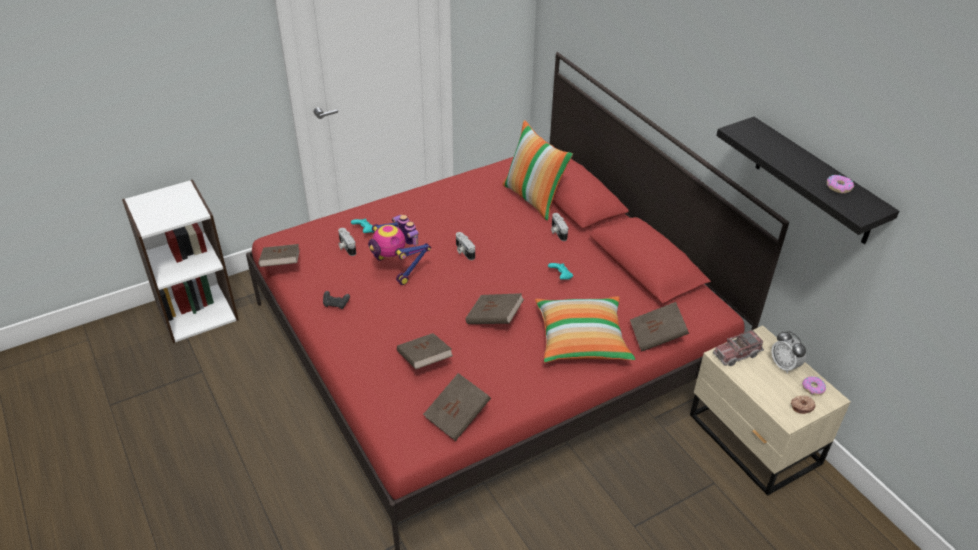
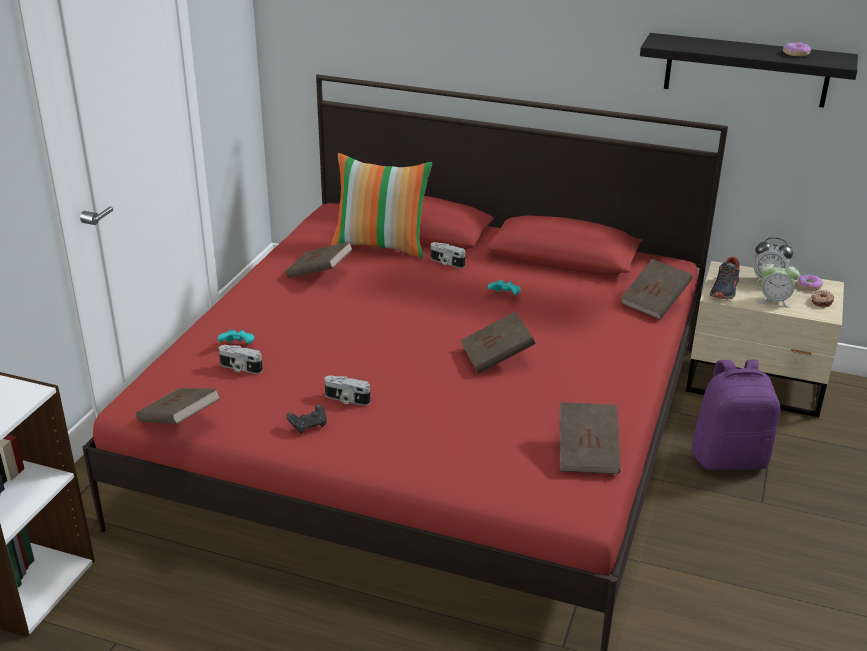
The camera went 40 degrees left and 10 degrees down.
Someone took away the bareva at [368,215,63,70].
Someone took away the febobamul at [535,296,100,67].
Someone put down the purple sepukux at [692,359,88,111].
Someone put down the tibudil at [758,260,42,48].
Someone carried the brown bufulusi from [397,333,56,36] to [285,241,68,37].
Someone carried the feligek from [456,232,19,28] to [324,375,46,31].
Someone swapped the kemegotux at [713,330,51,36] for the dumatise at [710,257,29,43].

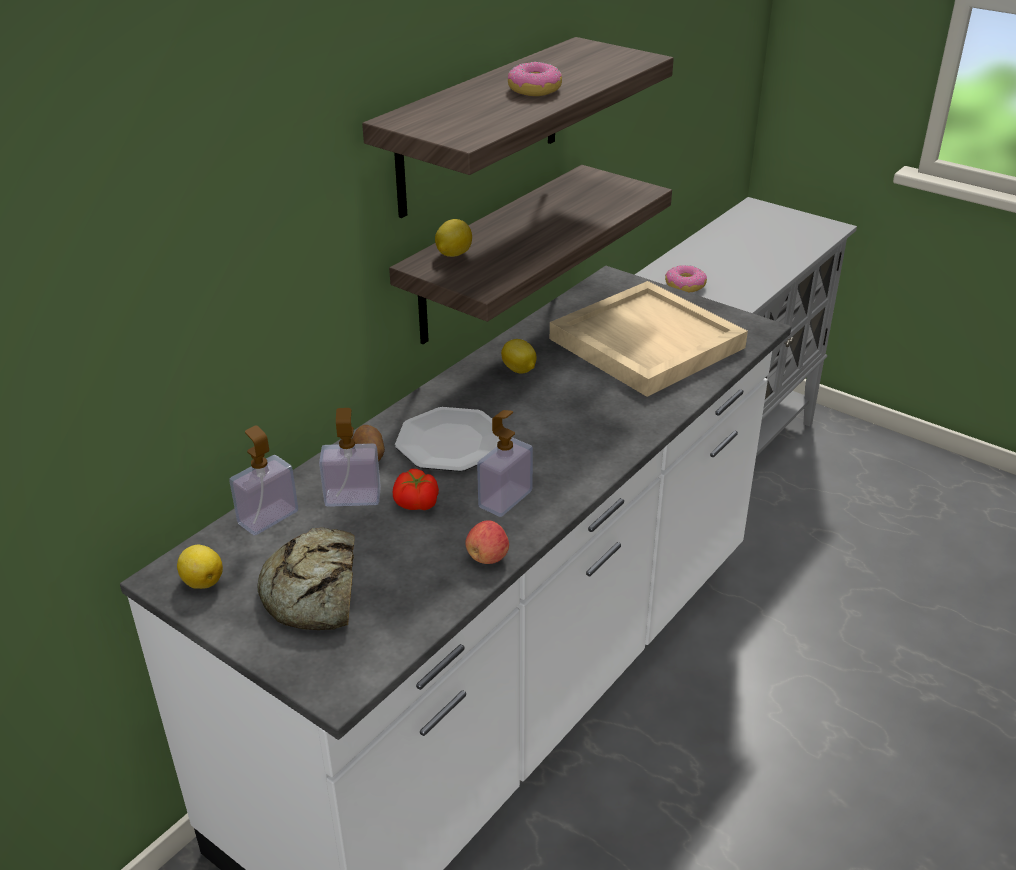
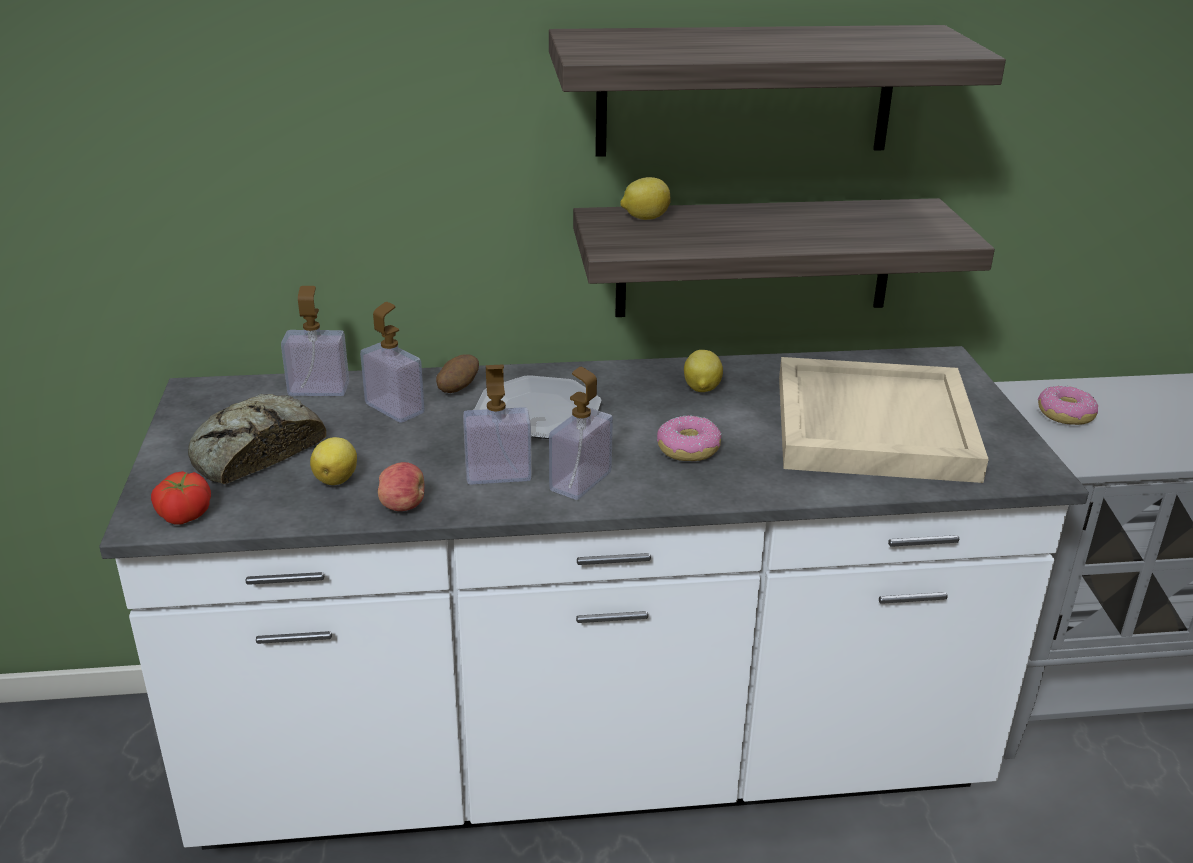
The camera went 45 degrees right and 5 degrees down.
Someone put down the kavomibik at [549,367,64,133].
Someone carried the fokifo from [177,545,46,44] to [310,437,47,48].
Someone carried the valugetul from [393,469,46,41] to [151,471,60,54].
Someone carried the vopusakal from [508,61,54,35] to [657,415,64,46].

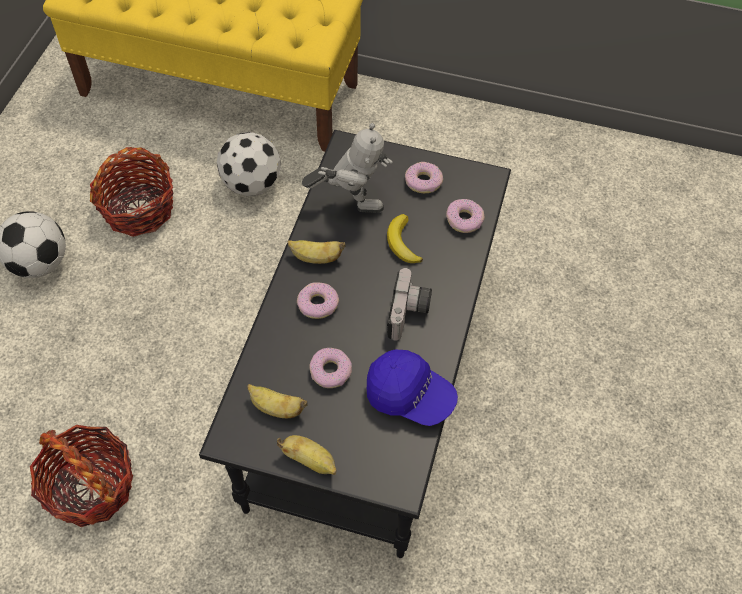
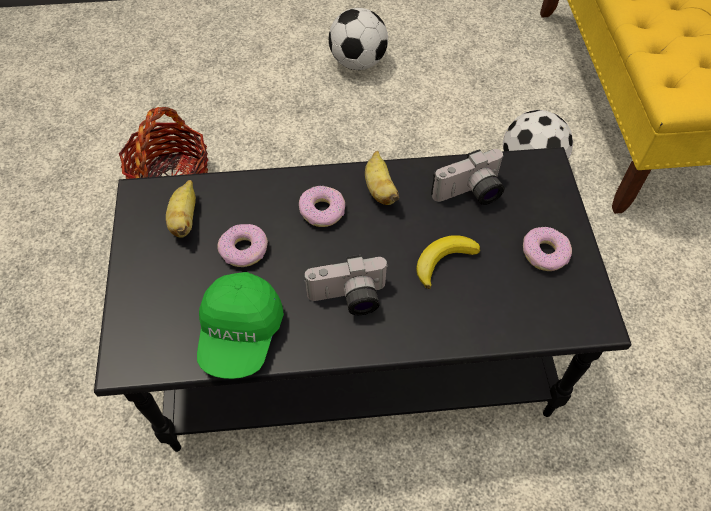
The camera went 70 degrees right and 0 degrees up.
Someone took away the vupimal at [90,147,84,90].
Someone took away the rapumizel at [277,435,60,40].
Someone took away the vopusakal at [446,199,39,34].
Someone swapped the bareva at [302,123,91,90] for the feligek at [431,149,73,56].
Someone repainted the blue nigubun at [367,349,91,77], which became the green nigubun at [197,272,87,107].

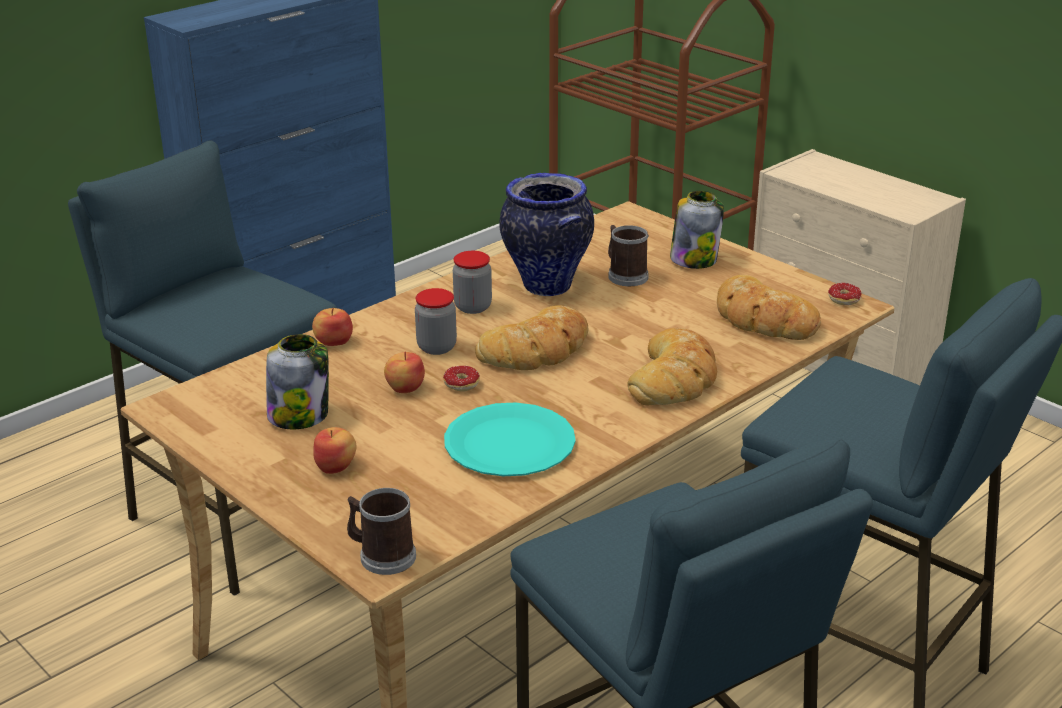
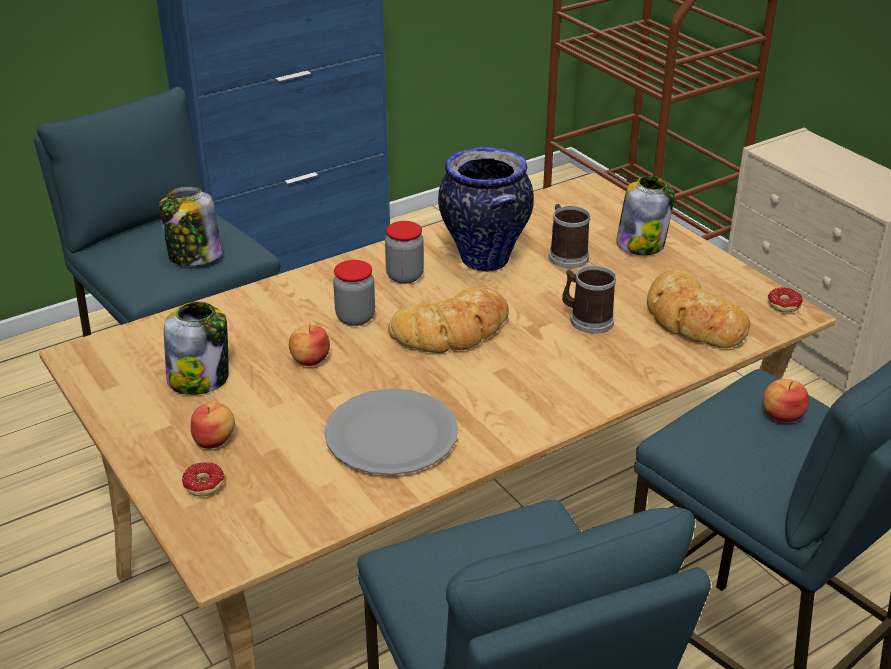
The camera went 10 degrees right and 5 degrees up.
Someone took away the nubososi at [628,328,89,78].
Someone put down the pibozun at [159,186,63,80].
Someone carried the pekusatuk from [312,308,41,38] to [763,379,46,43].
Someone carried the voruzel from [347,488,69,87] to [562,266,54,68].
Someone carried the vopusakal from [443,366,37,26] to [170,462,54,34].
Someone repainted the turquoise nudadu at [444,402,132,74], which became the grey nudadu at [324,388,134,87].

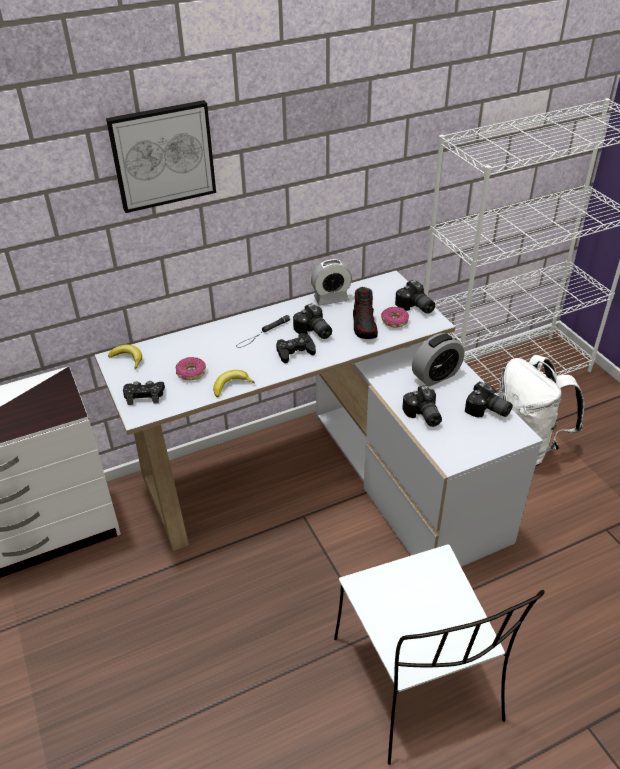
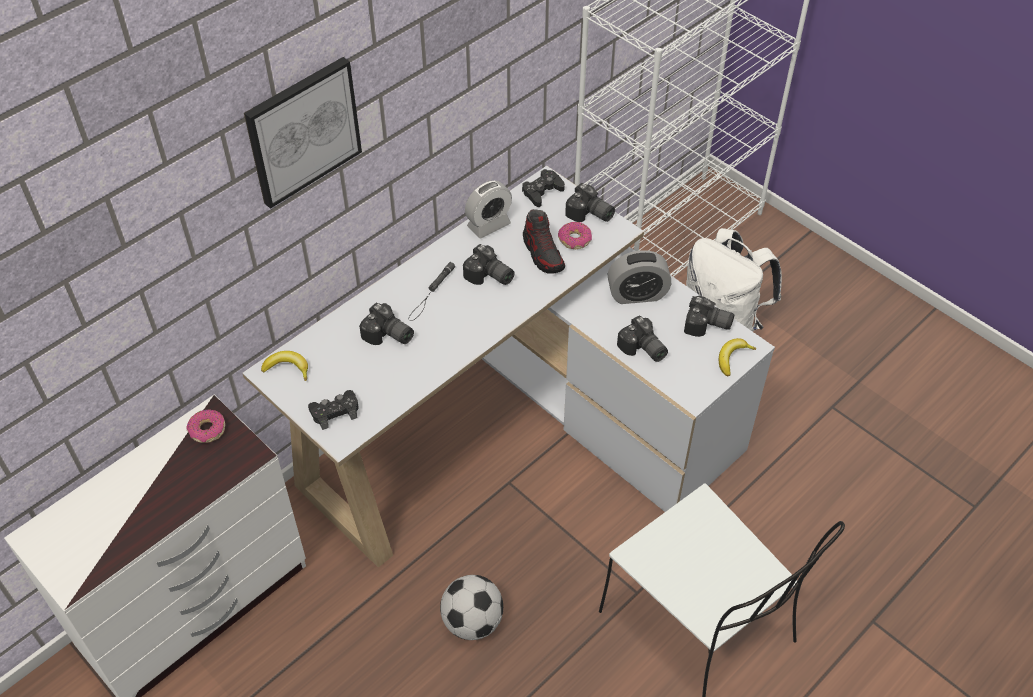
The camera went 20 degrees left and 10 degrees up.
Someone put down the feligek at [359,302,55,43].
Someone put down the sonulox at [440,575,63,65].
Someone carried the vopusakal from [176,357,30,23] to [186,409,39,34].
Someone carried the rapumizel from [213,370,42,27] to [719,338,37,38].
Someone carried the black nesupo from [276,333,40,30] to [522,169,43,38].
Someone rotated the tibudil at [412,333,52,54] by 45 degrees clockwise.

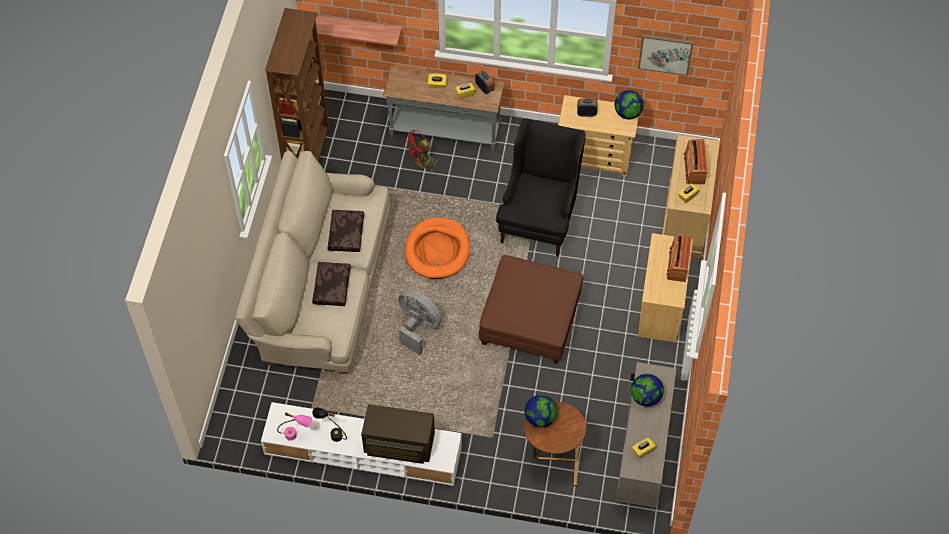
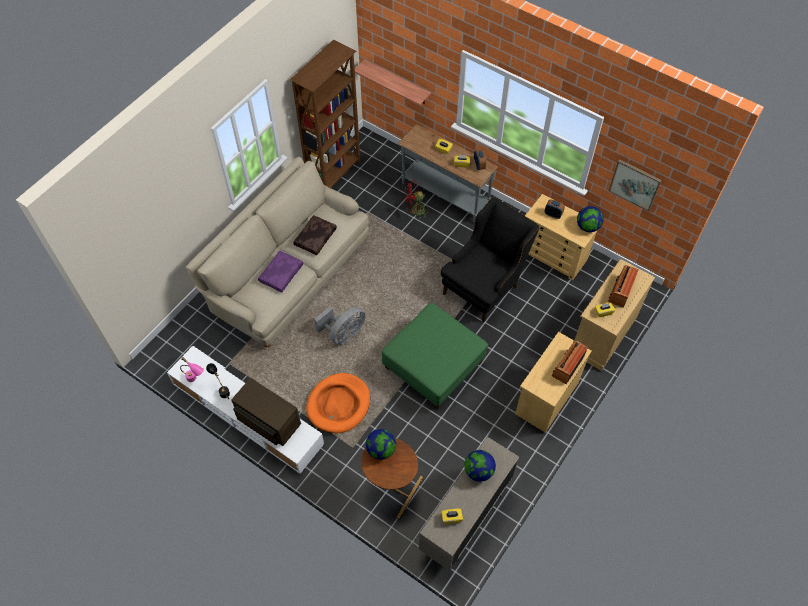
The camera went 25 degrees right and 0 degrees up.
Someone carried the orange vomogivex from [405,217,65,62] to [306,373,64,60].
Someone repainted the brown febobamul at [312,262,39,44], which became the purple febobamul at [258,251,45,42].
Someone repainted the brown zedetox at [479,255,104,109], which became the green zedetox at [382,303,106,106].
Someone rotated the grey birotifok at [398,289,44,66] by 75 degrees clockwise.

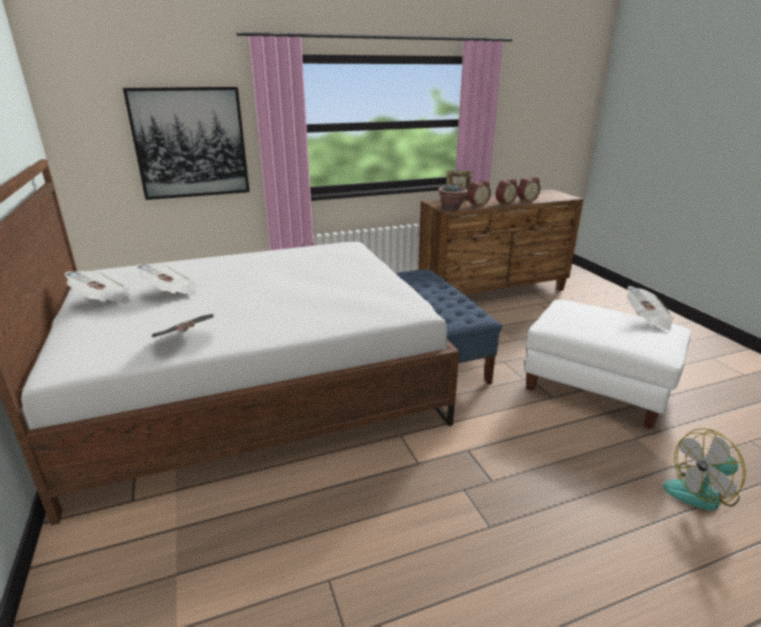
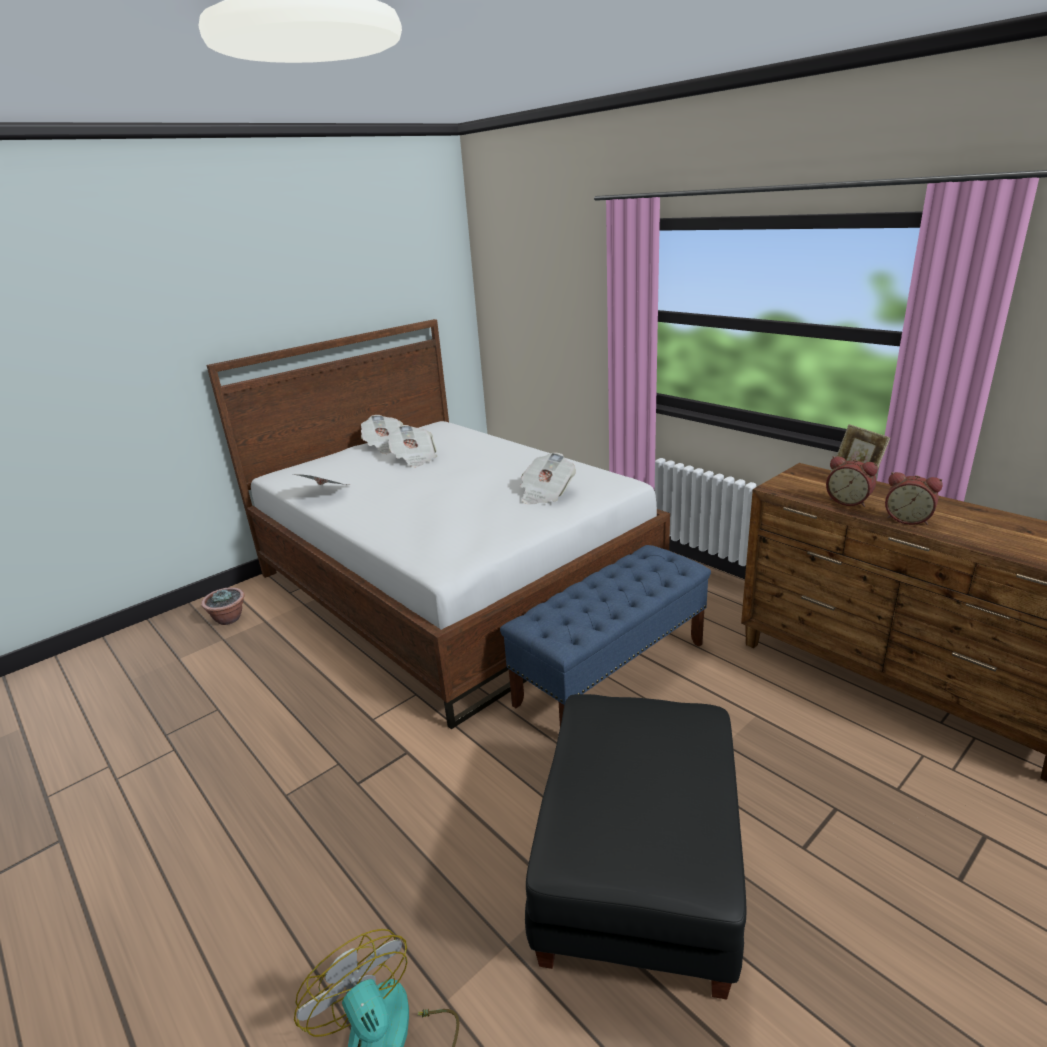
The camera went 70 degrees right and 0 degrees up.
Someone took away the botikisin at [123,87,127,113].
Someone took away the tibudil at [518,177,22,25].
Someone carried the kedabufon from [438,183,30,26] to [201,587,44,38].
Someone carried the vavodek from [627,286,47,45] to [520,452,56,52].
Someone repainted the white zedetox at [524,300,167,129], which became the black zedetox at [525,694,222,306].

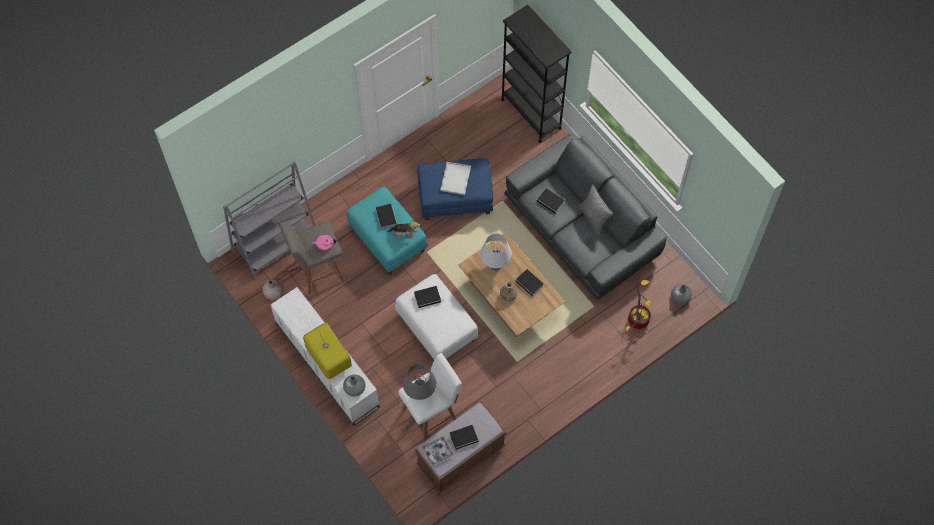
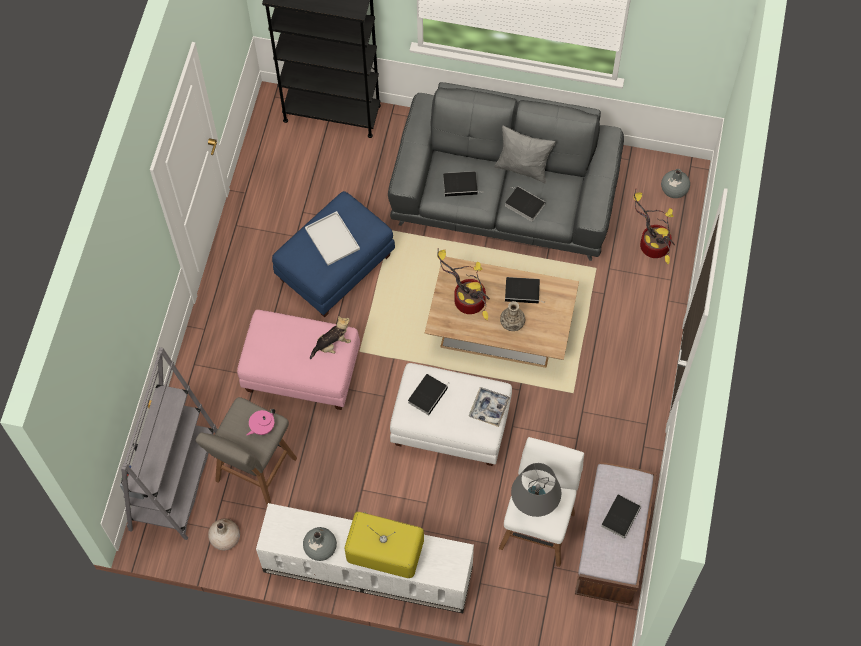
The camera went 40 degrees left and 0 degrees up.
Someone carried the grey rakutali from [343,374,22,23] to [303,527,34,34].
Someone carried the bufulusi from [376,203,21,26] to [505,186,40,36].
Someone carried the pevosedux from [422,436,32,30] to [469,387,41,40].
Someone swapped the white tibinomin at [480,234,32,36] for the kedabufon at [437,248,53,72].
Someone repainted the turquoise zedetox at [346,186,82,89], which became the pink zedetox at [237,310,123,100].

